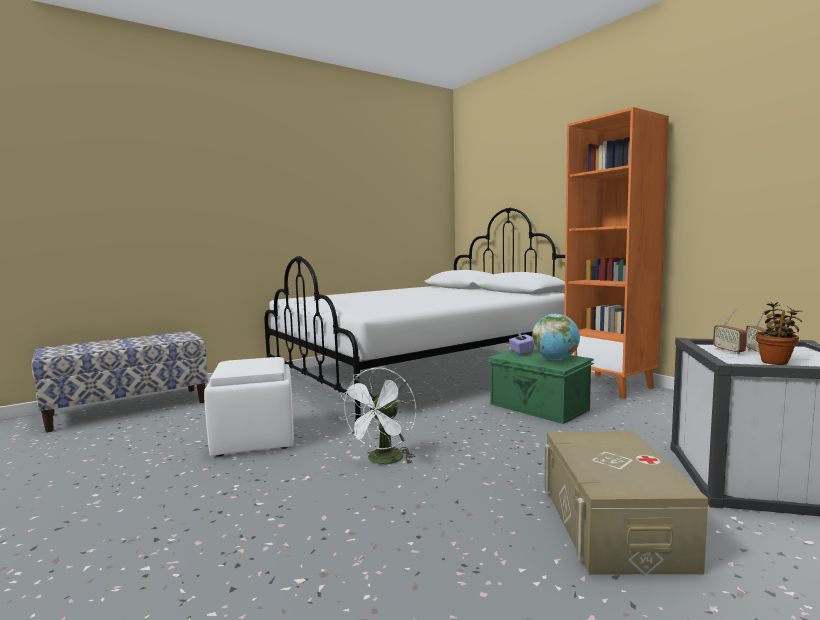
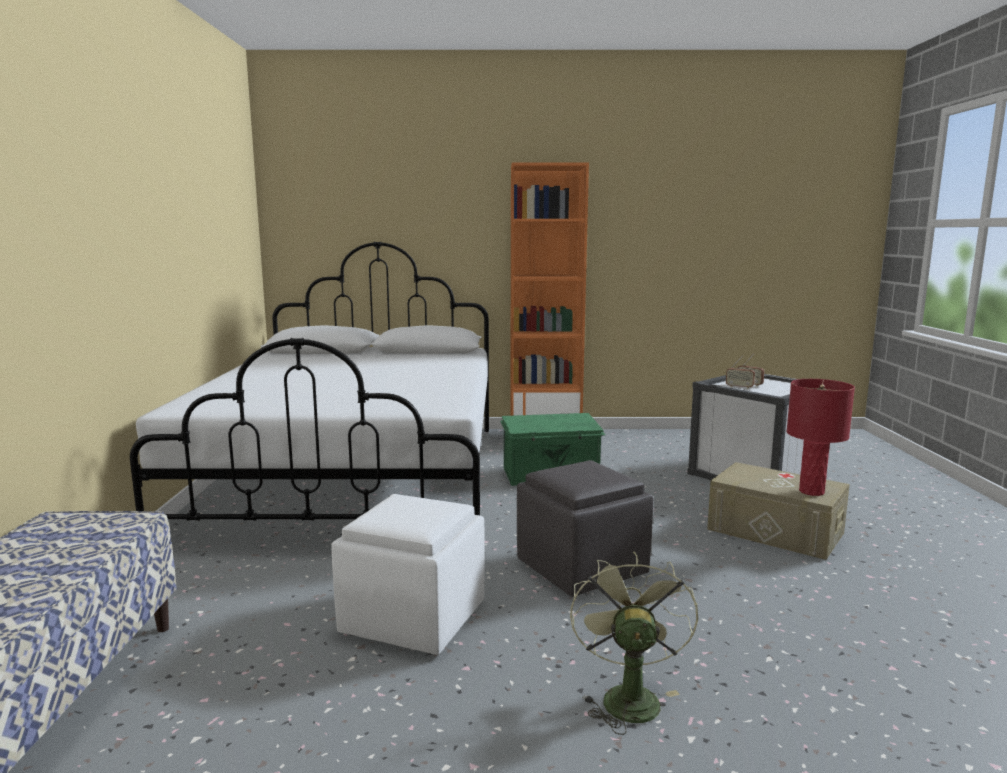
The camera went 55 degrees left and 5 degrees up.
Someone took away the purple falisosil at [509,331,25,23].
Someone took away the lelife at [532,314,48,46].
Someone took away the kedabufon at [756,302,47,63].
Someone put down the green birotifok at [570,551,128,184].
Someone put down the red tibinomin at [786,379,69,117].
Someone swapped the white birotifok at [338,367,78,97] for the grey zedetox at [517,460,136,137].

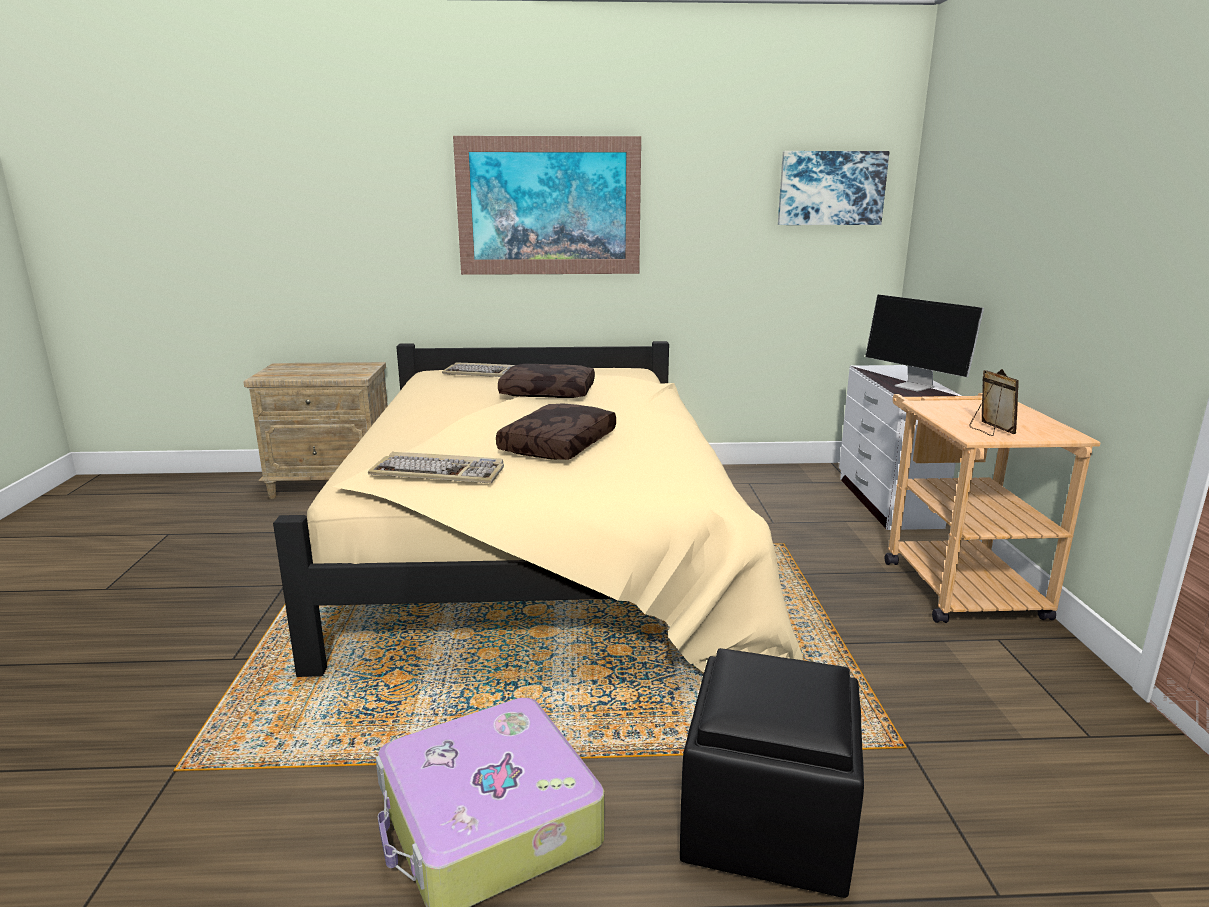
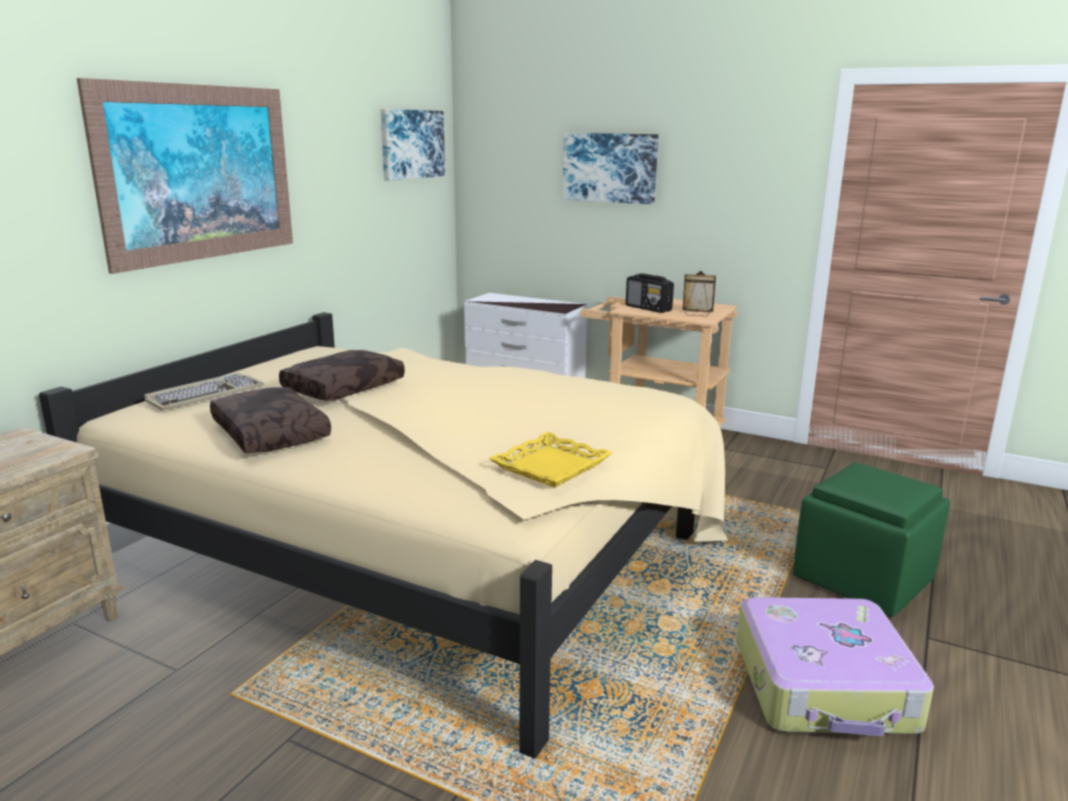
The camera went 60 degrees left and 0 degrees up.
Someone took away the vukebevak at [865,295,119,96].
Someone put up the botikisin at [563,133,95,72].
Someone put down the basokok at [626,273,48,40].
Someone carried the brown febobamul from [496,403,120,57] to [210,387,121,66].
Someone swapped the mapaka at [368,452,136,31] for the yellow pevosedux at [489,432,124,55].
Someone repainted the black zedetox at [680,648,184,250], which became the green zedetox at [793,462,157,155].

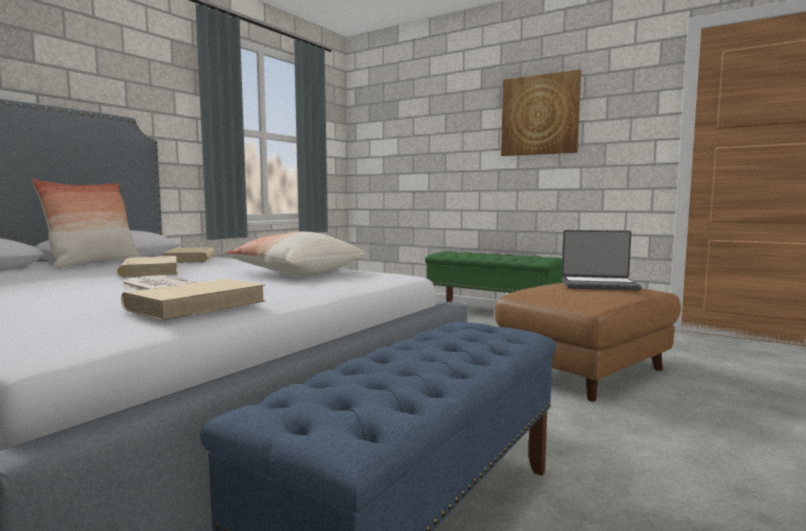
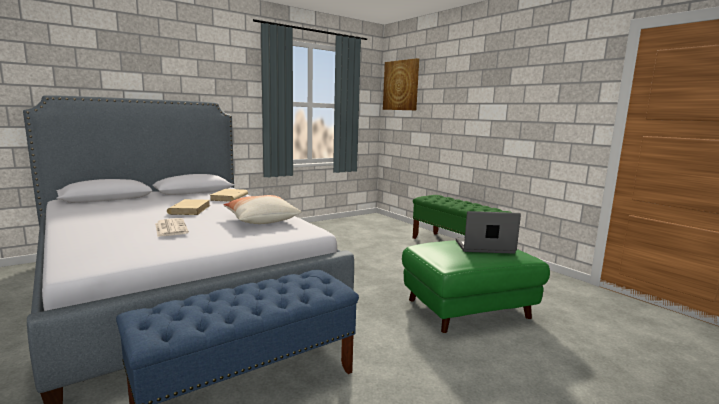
The camera went 20 degrees right and 5 degrees up.
Someone took away the febobamul at [31,179,109,90].
Someone took away the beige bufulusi at [121,279,144,42].
Someone carried the botikisin from [501,69,80,87] to [383,58,36,52].
Someone repainted the brown zedetox at [495,283,186,119], which became the green zedetox at [402,240,148,93].
Someone rotated the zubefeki at [562,230,80,61] by 150 degrees clockwise.

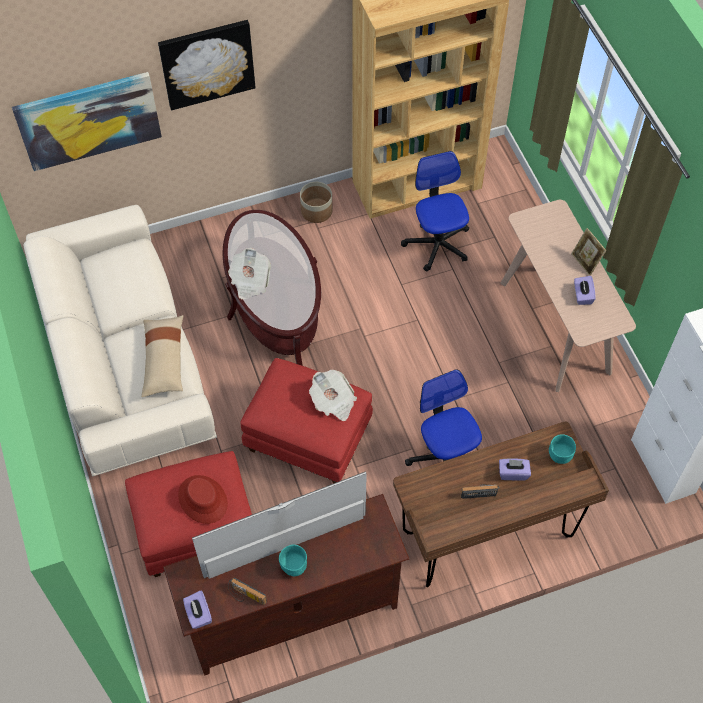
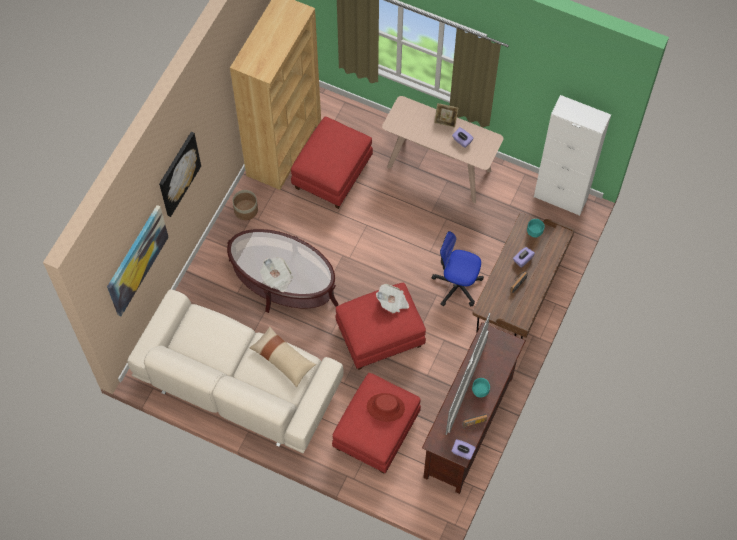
The camera went 45 degrees left and 5 degrees up.
Someone swapped the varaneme at [401,151,68,120] for the red zedetox at [291,117,82,92].

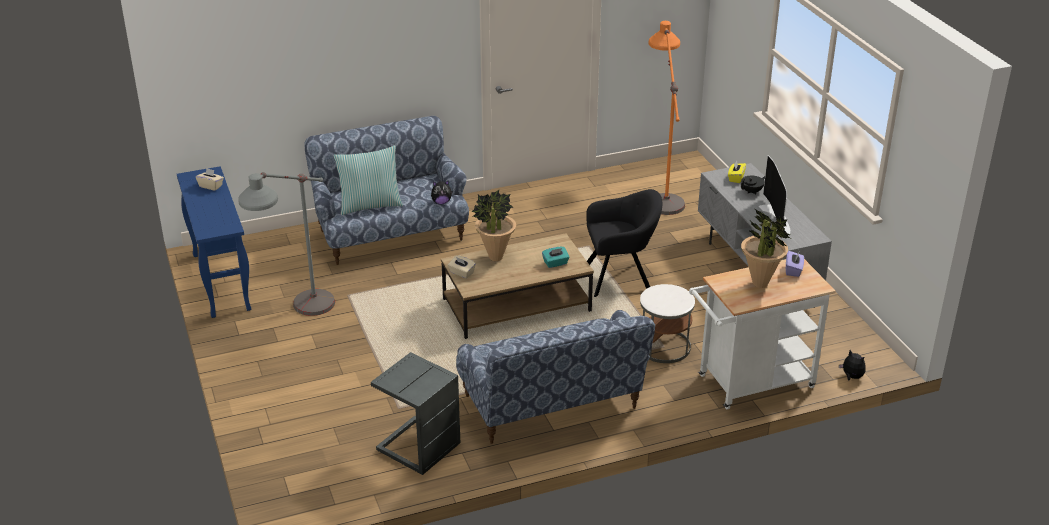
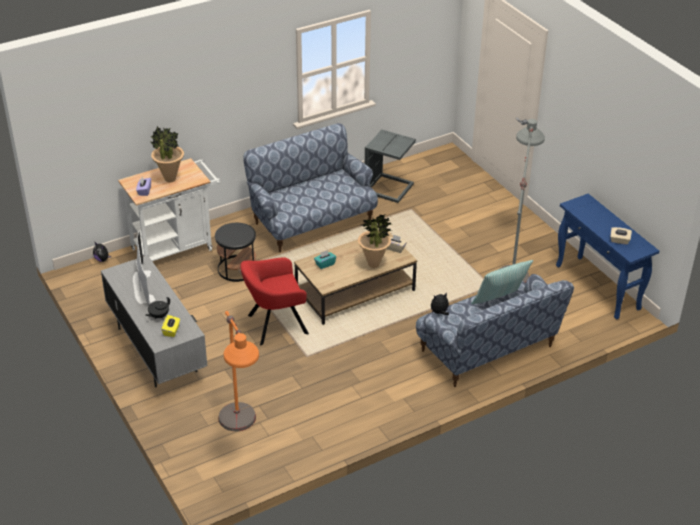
The camera went 170 degrees right and 5 degrees up.
Someone repainted the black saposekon at [587,189,75,108], which became the red saposekon at [240,258,69,87].
Someone repainted the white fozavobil at [640,284,55,79], which became the black fozavobil at [215,223,41,59].

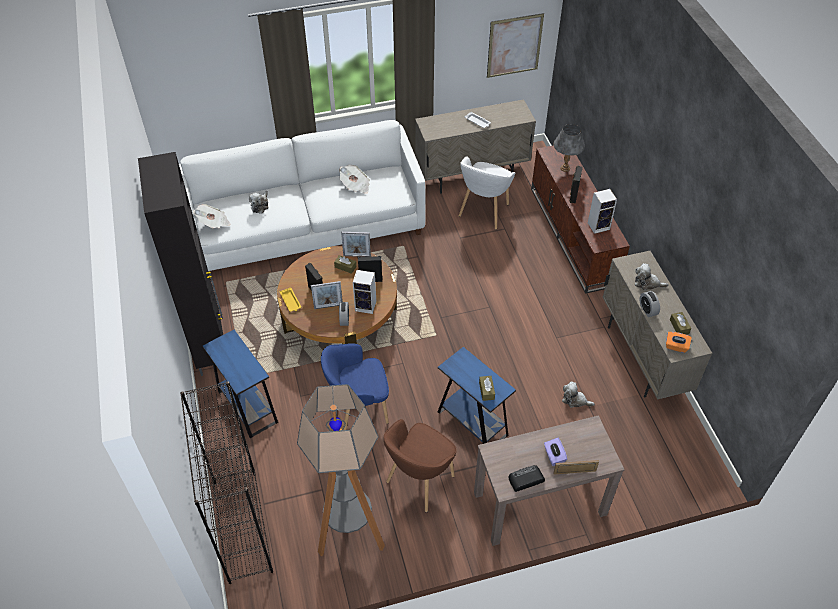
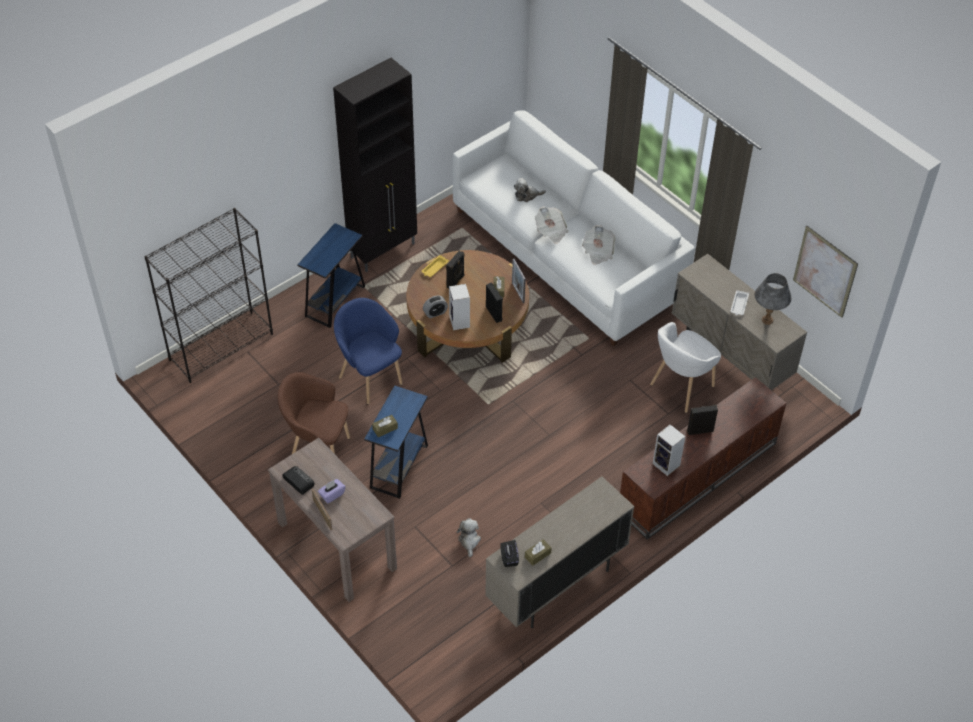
The camera went 65 degrees right and 0 degrees up.
Someone took away the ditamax at [297,384,88,172].
Someone took away the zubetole at [311,281,32,28].
Someone took away the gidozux at [635,263,34,27].
Someone took away the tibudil at [640,291,20,26].
Someone carried the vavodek from [193,204,38,24] to [535,206,34,38].
Someone carried the grey tibinomin from [554,124,31,48] to [755,273,36,52].
Someone repainted the orange falisosil at [666,332,26,21], which became the black falisosil at [500,540,19,27].
Someone rotated the white saposekon at [459,157,56,73] by 45 degrees counterclockwise.

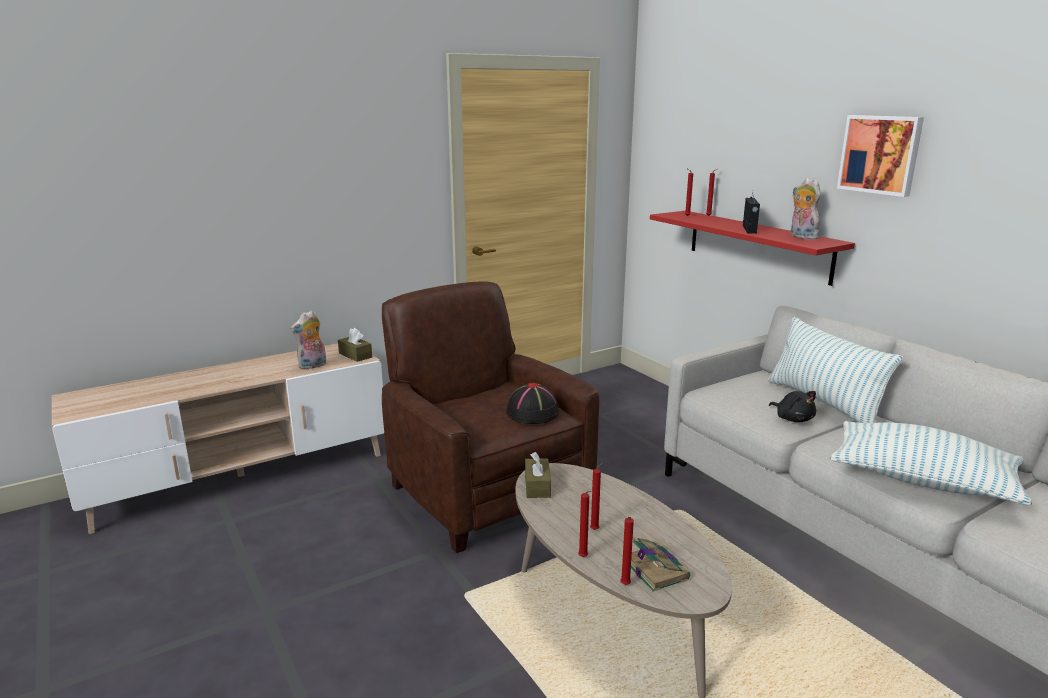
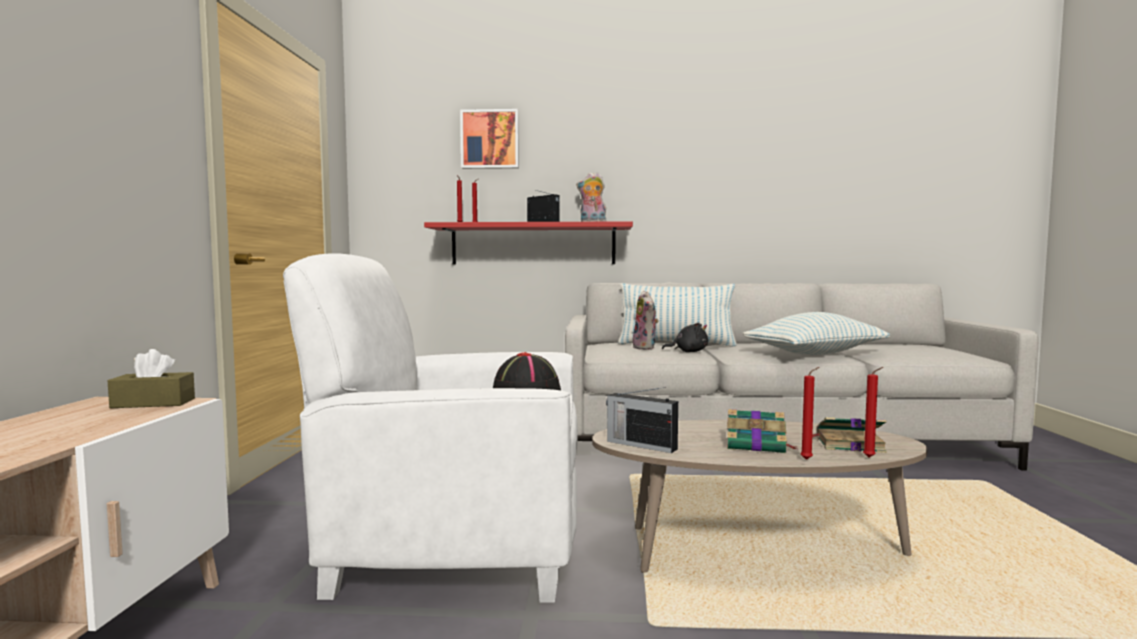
The camera went 55 degrees left and 15 degrees down.
Someone carried the gidozux from [290,310,36,60] to [633,291,25,59].
Someone carried the botikisin from [837,115,87,82] to [460,109,59,60].
Someone swapped the brown falisosil at [525,452,26,46] for the basokok at [606,387,72,66].
Someone swapped the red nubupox at [590,462,14,68] for the bufulusi at [727,409,70,44].
Someone repainted the brown saposekon at [382,281,217,272], which became the white saposekon at [283,254,295,349].

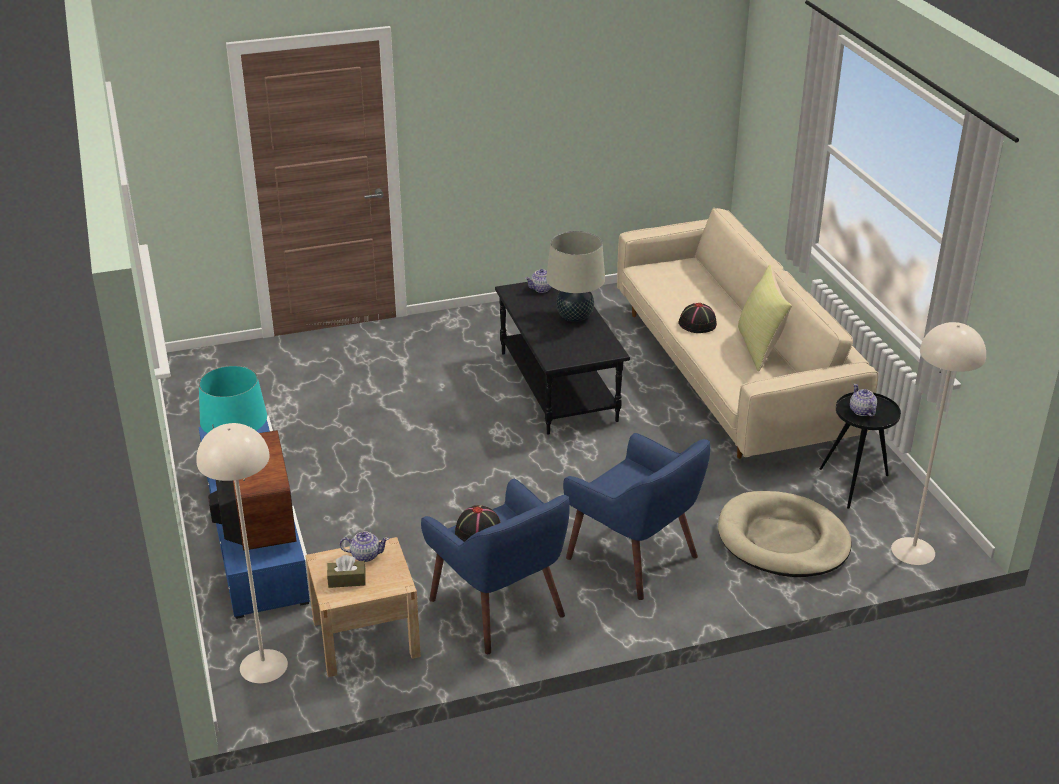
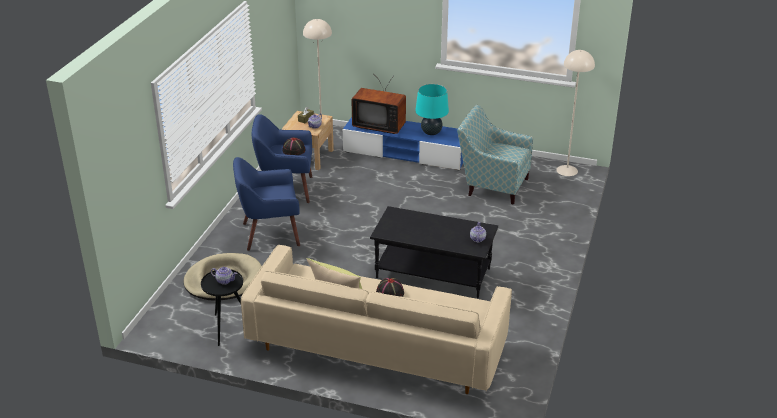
The camera went 125 degrees right and 0 degrees up.
Someone took away the beige tibinomin at [546,231,59,91].
Someone put down the saposekon at [457,105,76,100].
Someone carried the beige ditamax from [891,322,95,243] to [556,50,39,126].

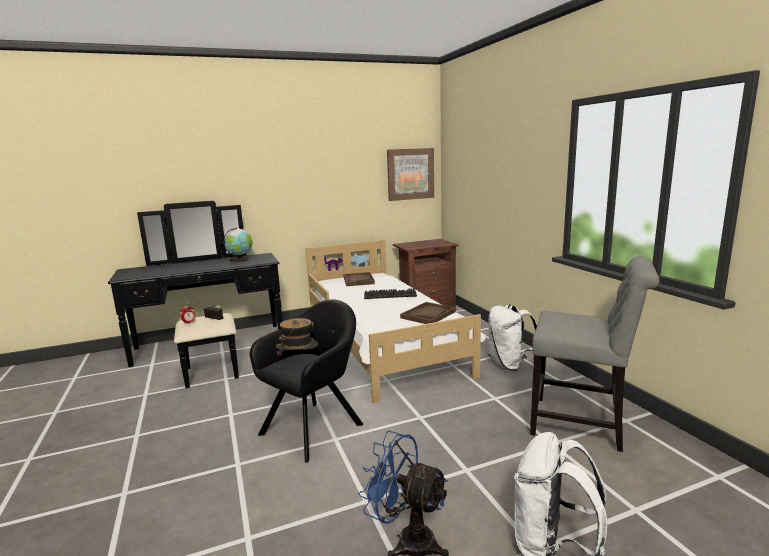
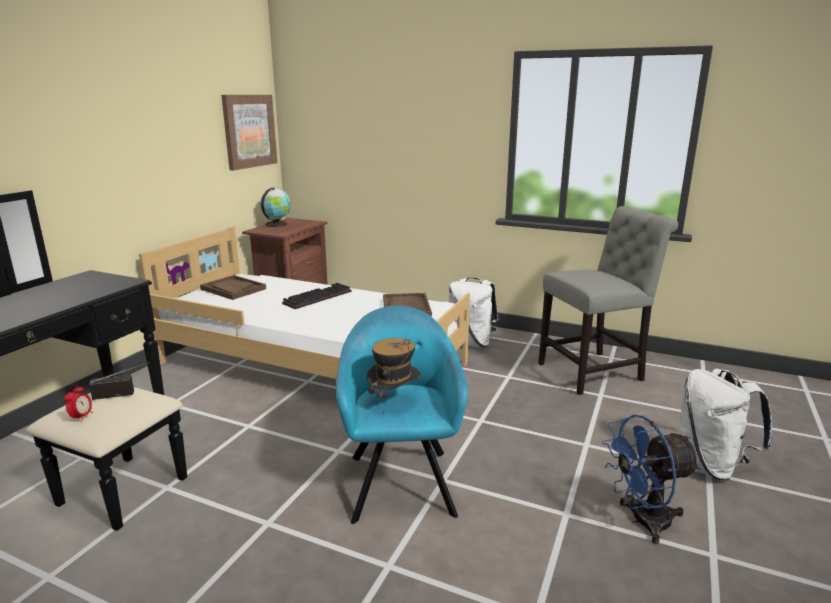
The camera went 45 degrees left and 5 degrees up.
Someone carried the lelife from [223,228,30,34] to [260,187,31,40].
Someone repainted the black saposekon at [250,299,113,164], which became the turquoise saposekon at [336,306,132,218].

